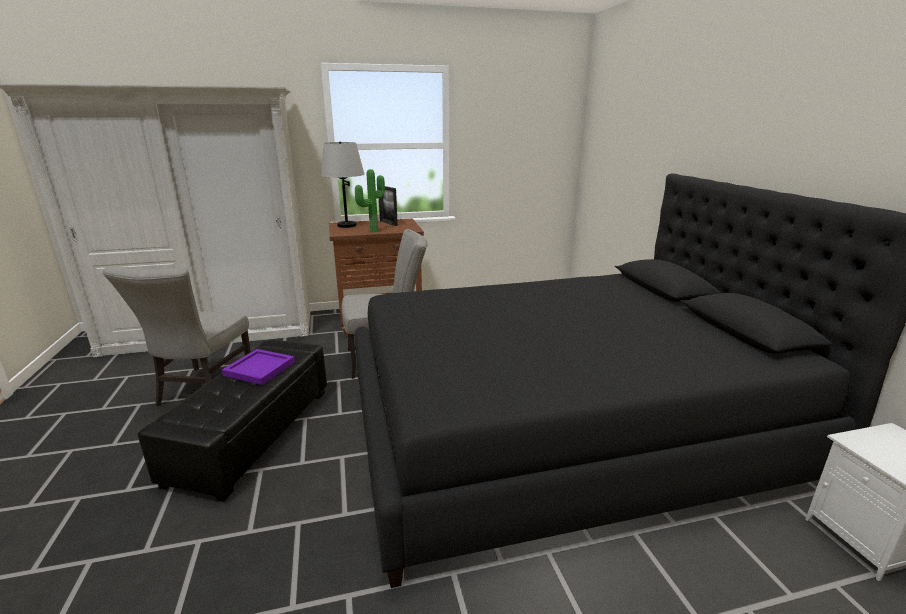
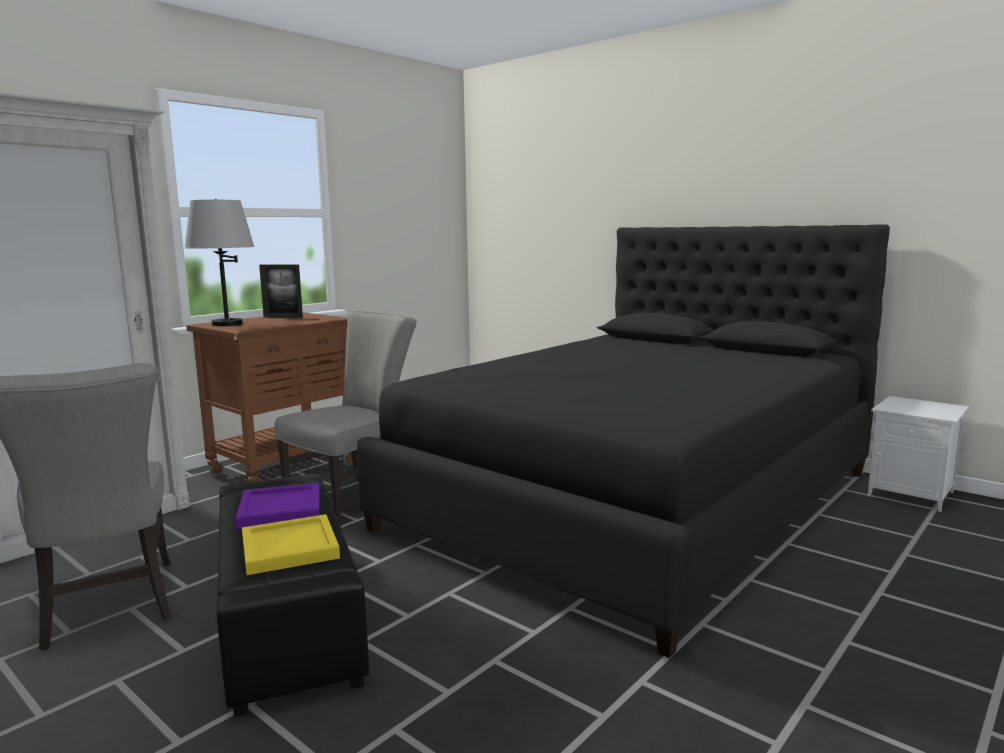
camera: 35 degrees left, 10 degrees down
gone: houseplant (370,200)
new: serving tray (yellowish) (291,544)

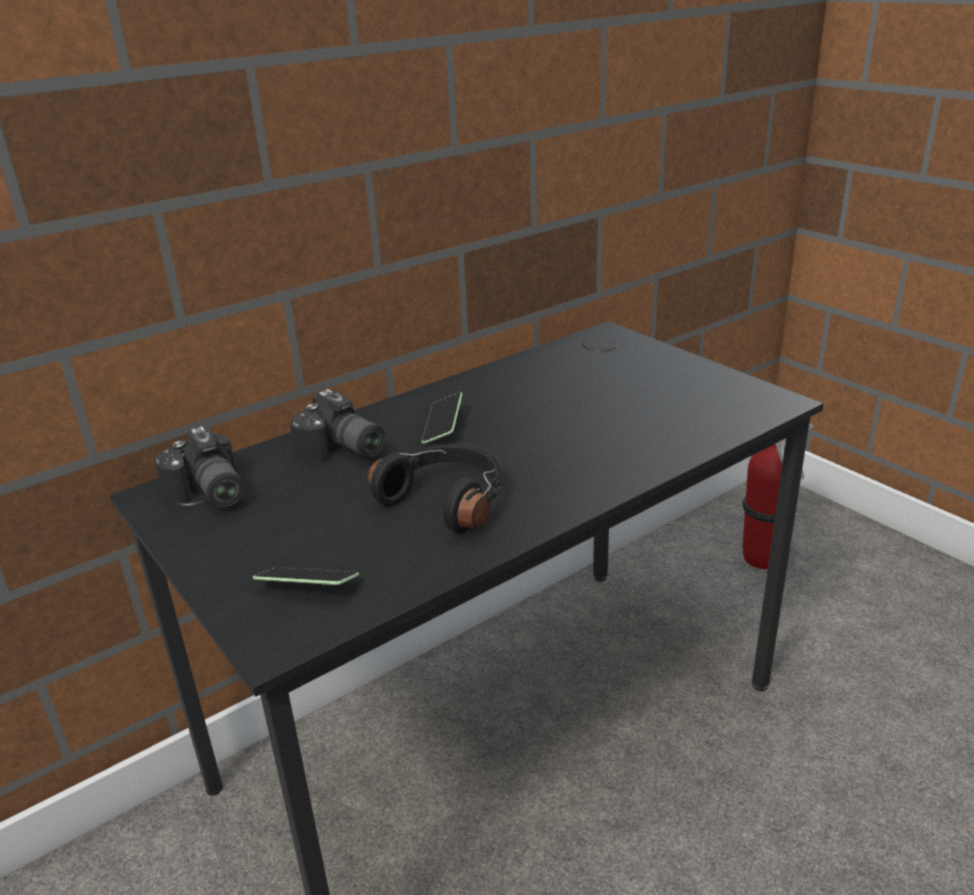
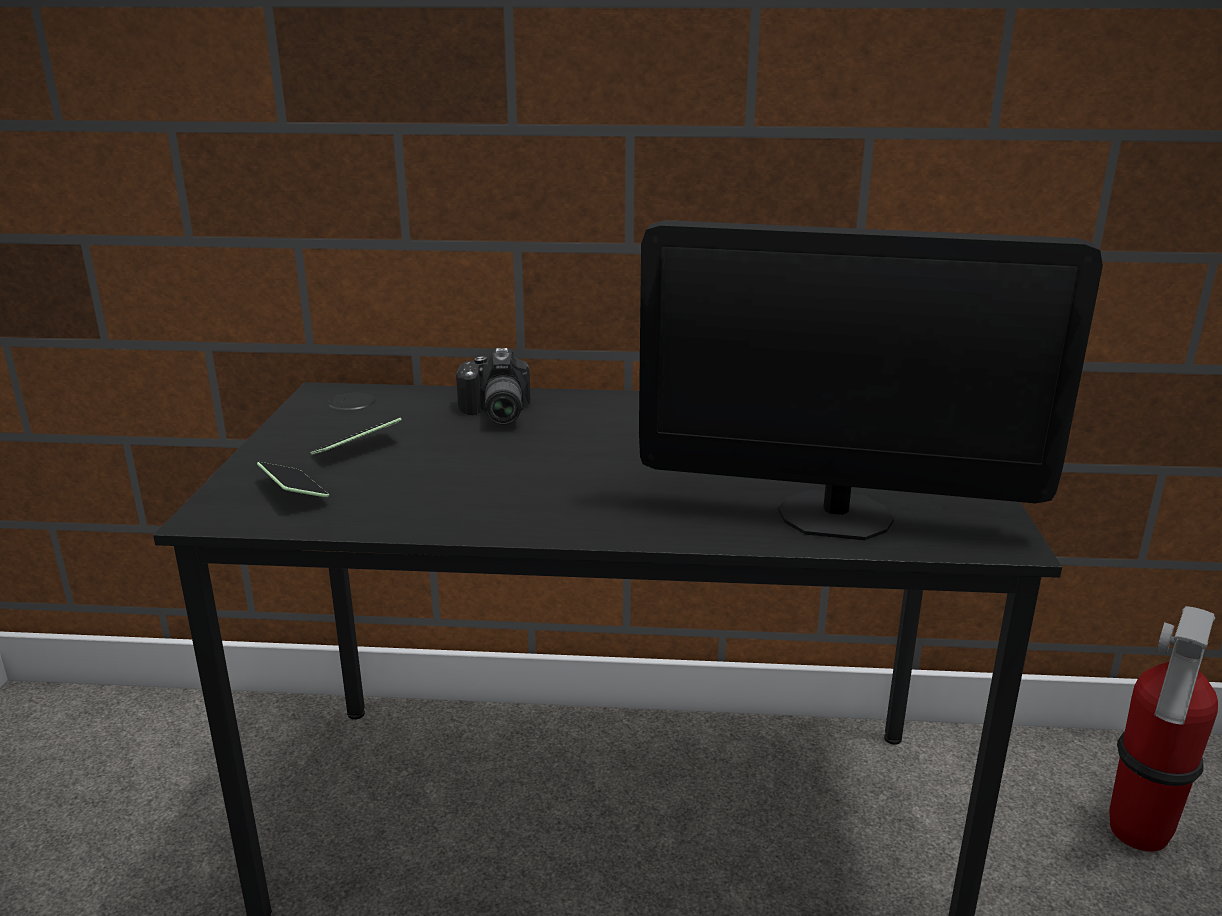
camera: 40 degrees right, 5 degrees down
gone: still camera (199,466); pair of headphones (blackish) (435,489)
new: computer display (871,380)
shifted: telephone (441,418) to (356,436)

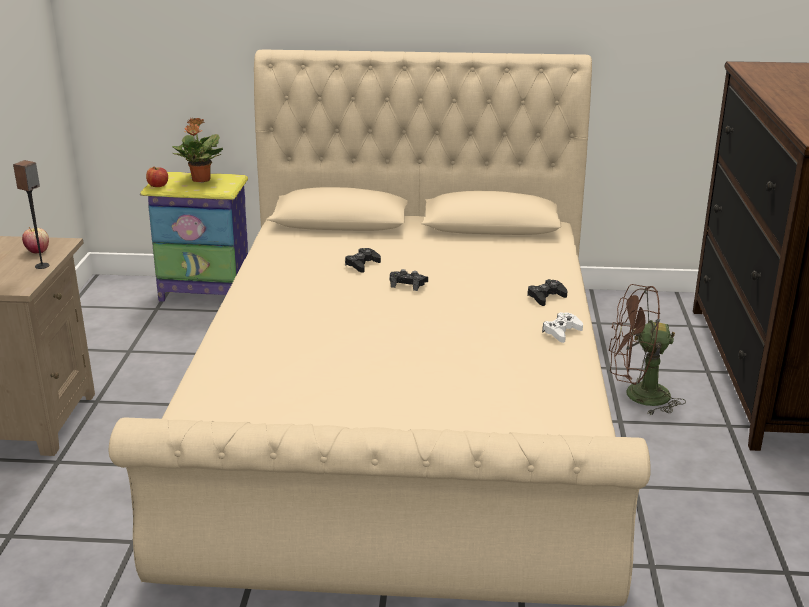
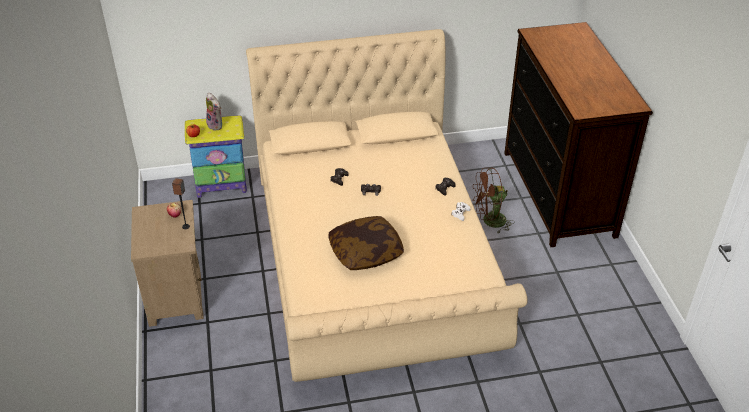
camera: 15 degrees left, 15 degrees up
new: throw pillow (366,243)
swapped: houseplant (197,150) to cuddly toy (214,112)

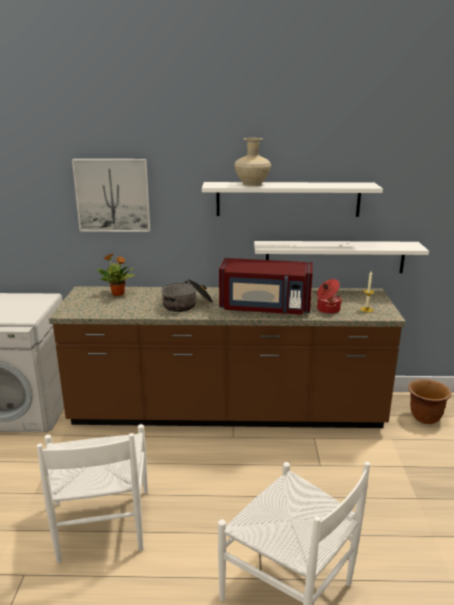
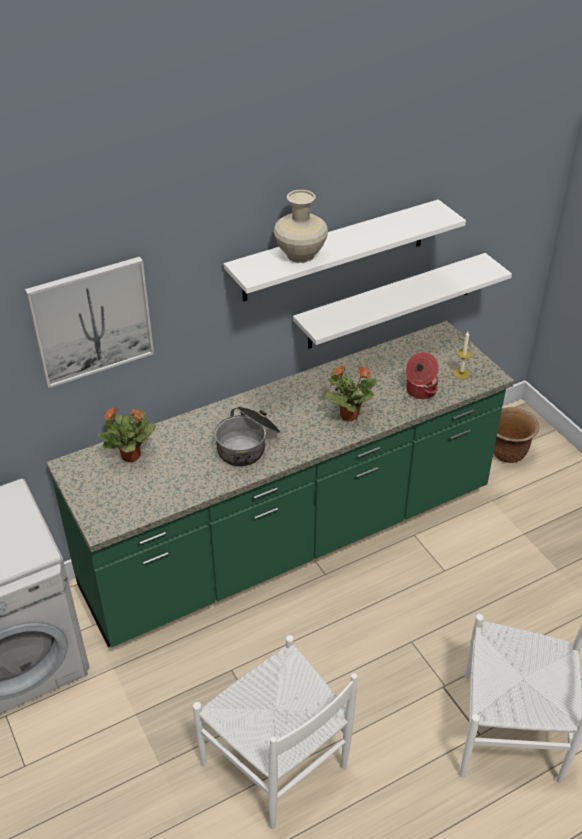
camera: 30 degrees left, 20 degrees up
swapped: microwave oven (reddish) (266,286) to houseplant (350,393)
repainted: kitchen base unit (brown-coloured) (227,357) to kitchen base unit (green-coloured) (280,484)

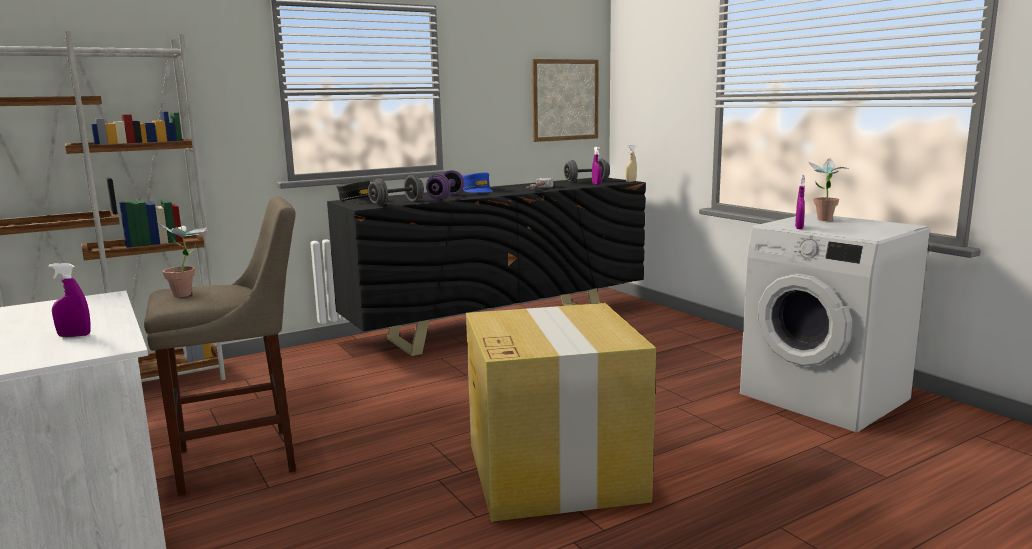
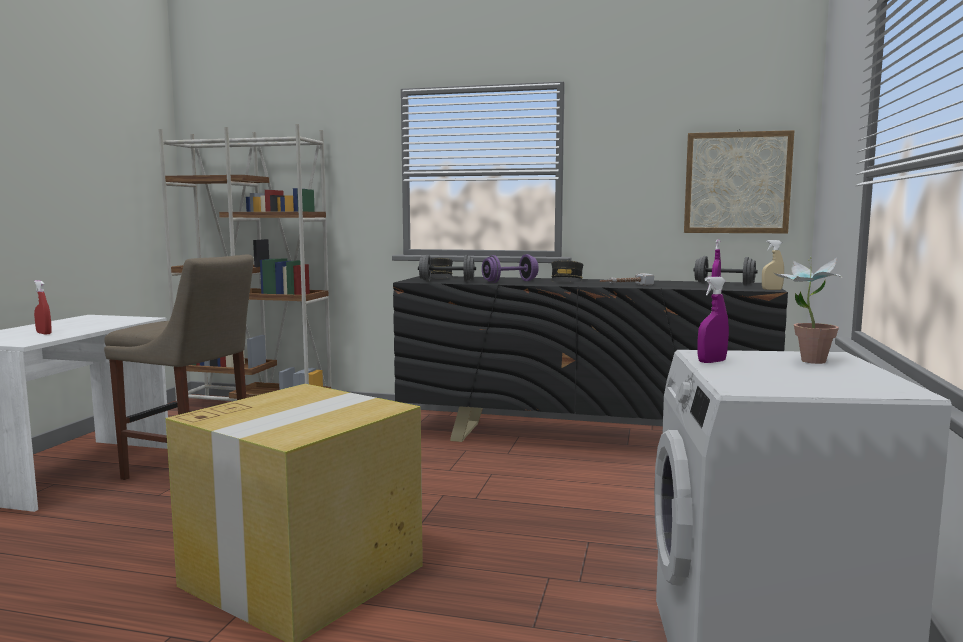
camera: 45 degrees right, 5 degrees down
gone: houseplant (182,258)
repainted: hand sprayer (purple) (69,300) to hand sprayer (reddish) (43,307); cap (blue) (478,183) to cap (gray) (567,271)

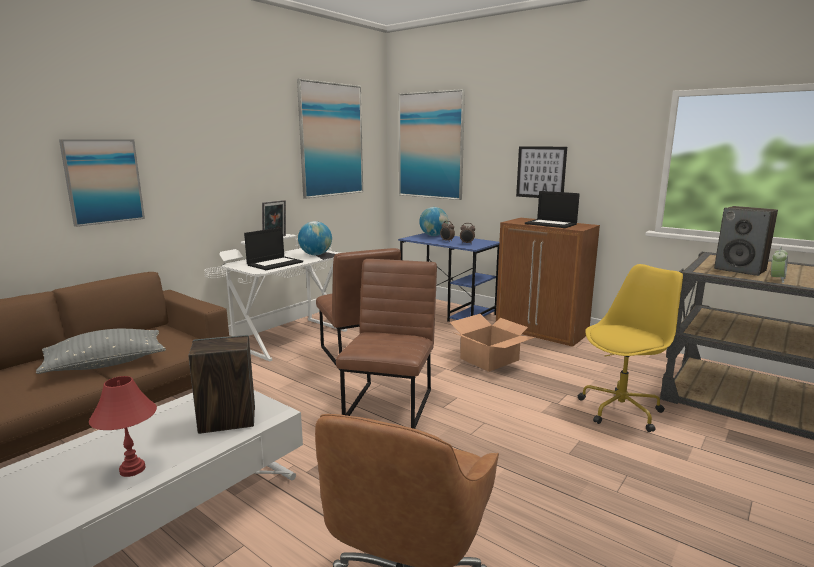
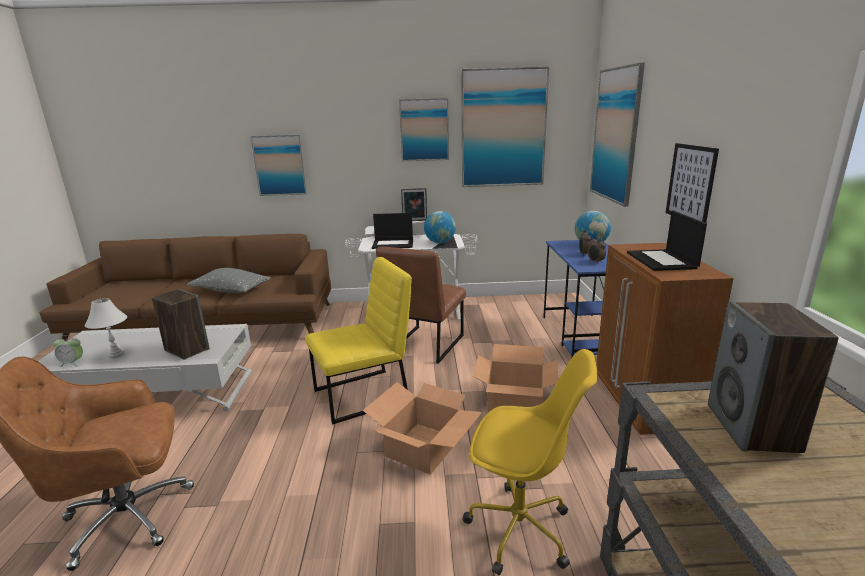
camera: 50 degrees right, 5 degrees up
new: cardboard box (422,428); wall picture (424,129)
shifted: bedside clock (779,264) to (68,351)
repainted: table lamp (reddish) (123,426) to table lamp (whitish) (106,328); chair (brown-coloured) (386,344) to chair (yellowish) (358,340)

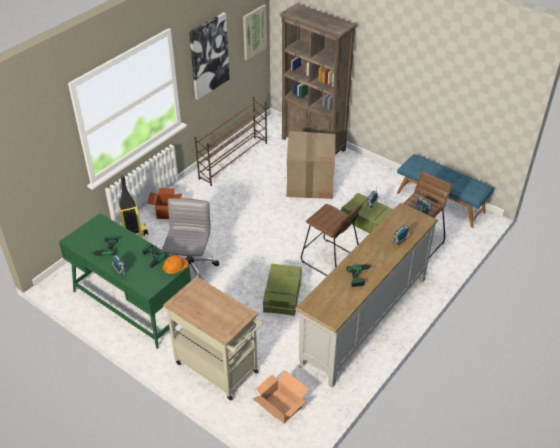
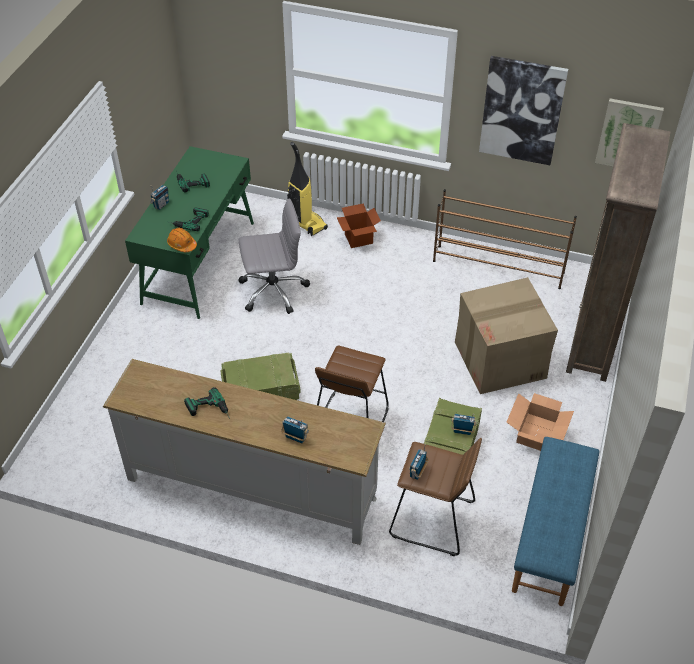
camera: 70 degrees right, 5 degrees up
gone: wheeled cart (beige) (213,338)
shifted: cardboard box (281,396) to (540,422)

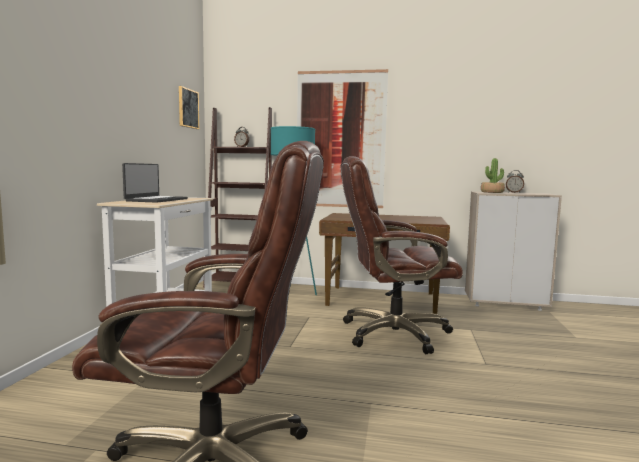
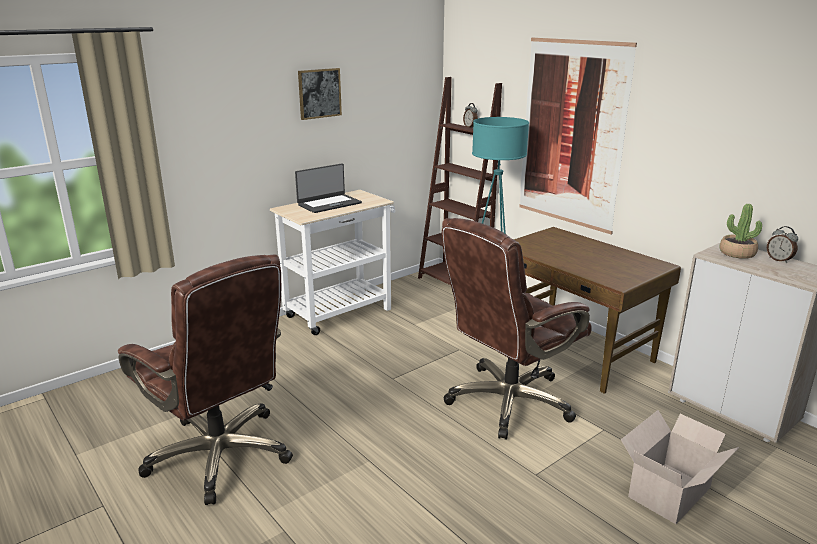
camera: 40 degrees right, 15 degrees up
new: cardboard box (680,467)
shifted: wall picture (189,107) to (320,94)
rotated: desk chair (brown-coloured) (401,255) = (517,329) 75 degrees counterclockwise

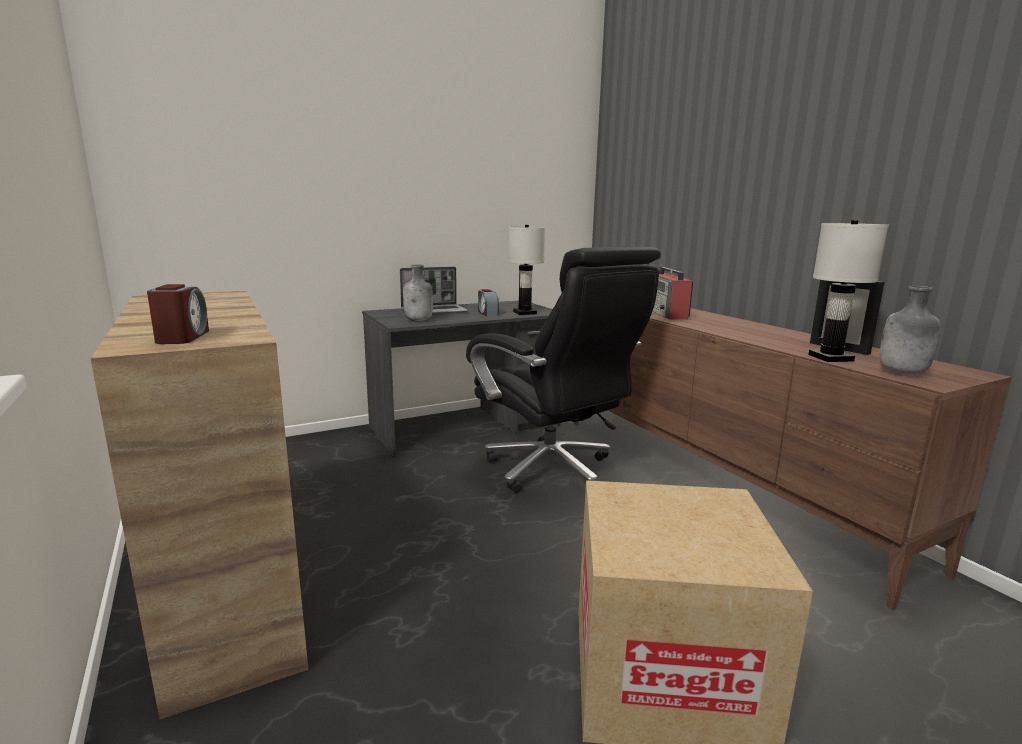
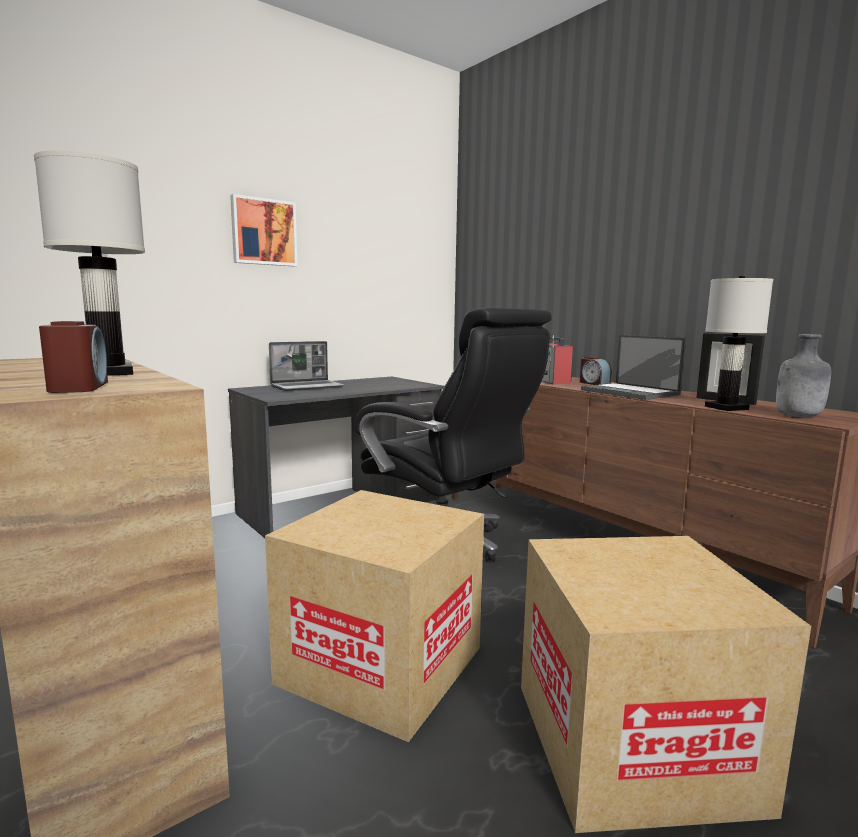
camera: 10 degrees left, 5 degrees down
gone: beverage bottle (gray) (418,293)
new: wall picture (263,230); cardboard box (374,616); portable computer (633,367)
shifted: bedside clock (488,302) to (595,371); table lamp (whitish) (526,270) to (89,263)

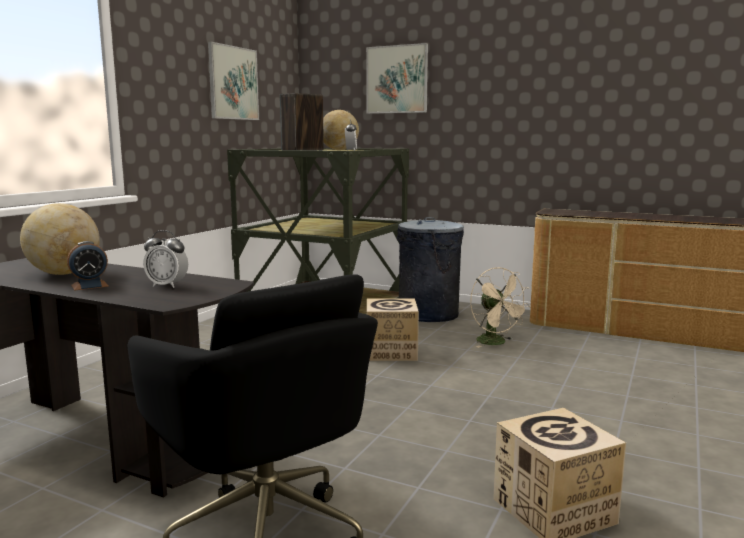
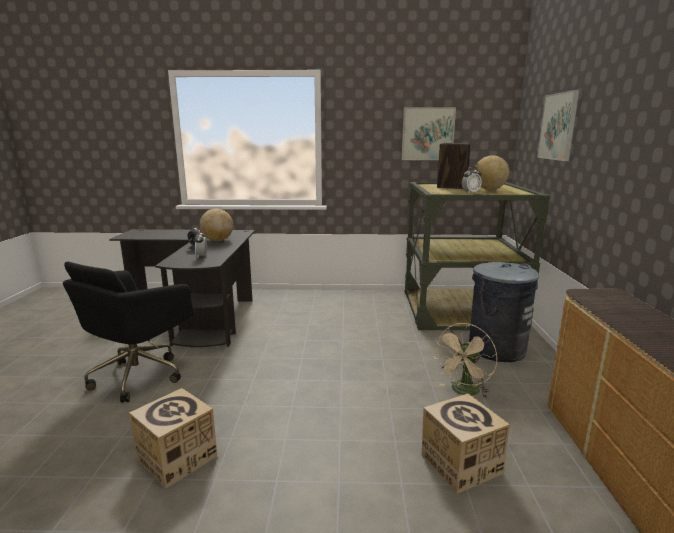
camera: 65 degrees right, 5 degrees up
shifted: cardboard box (393,329) to (466,444)

